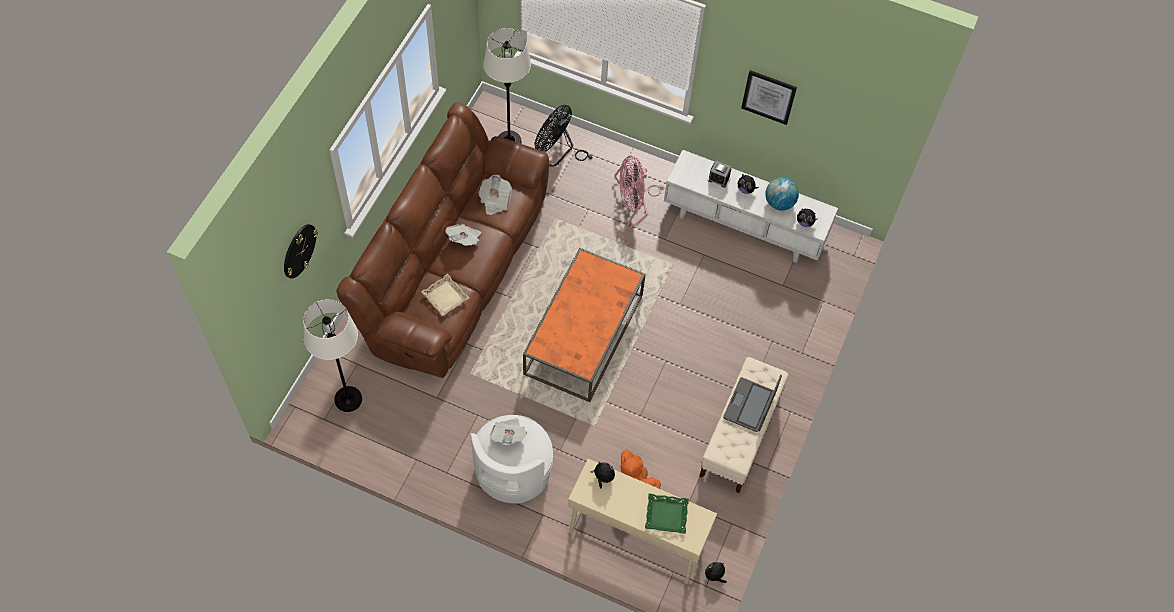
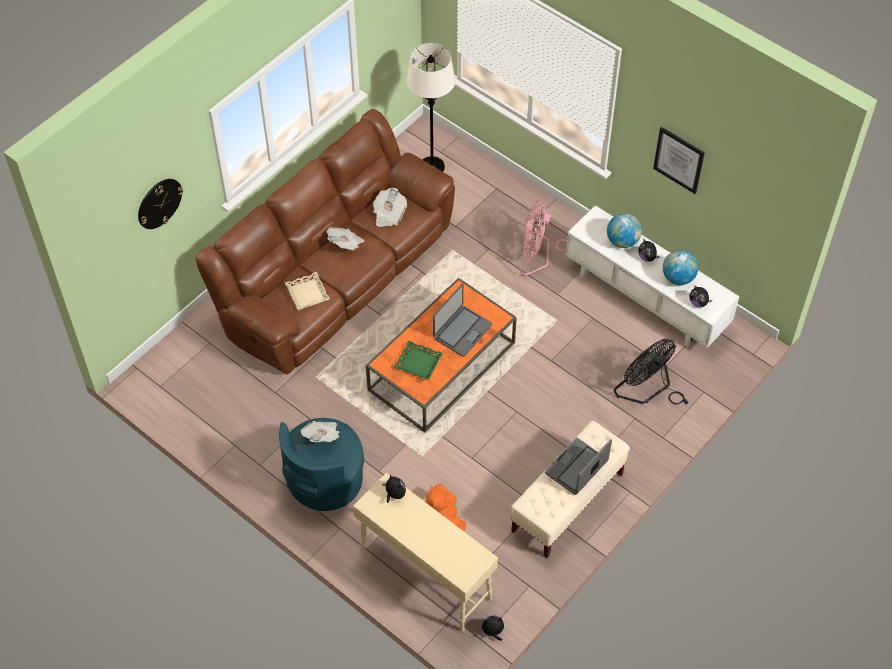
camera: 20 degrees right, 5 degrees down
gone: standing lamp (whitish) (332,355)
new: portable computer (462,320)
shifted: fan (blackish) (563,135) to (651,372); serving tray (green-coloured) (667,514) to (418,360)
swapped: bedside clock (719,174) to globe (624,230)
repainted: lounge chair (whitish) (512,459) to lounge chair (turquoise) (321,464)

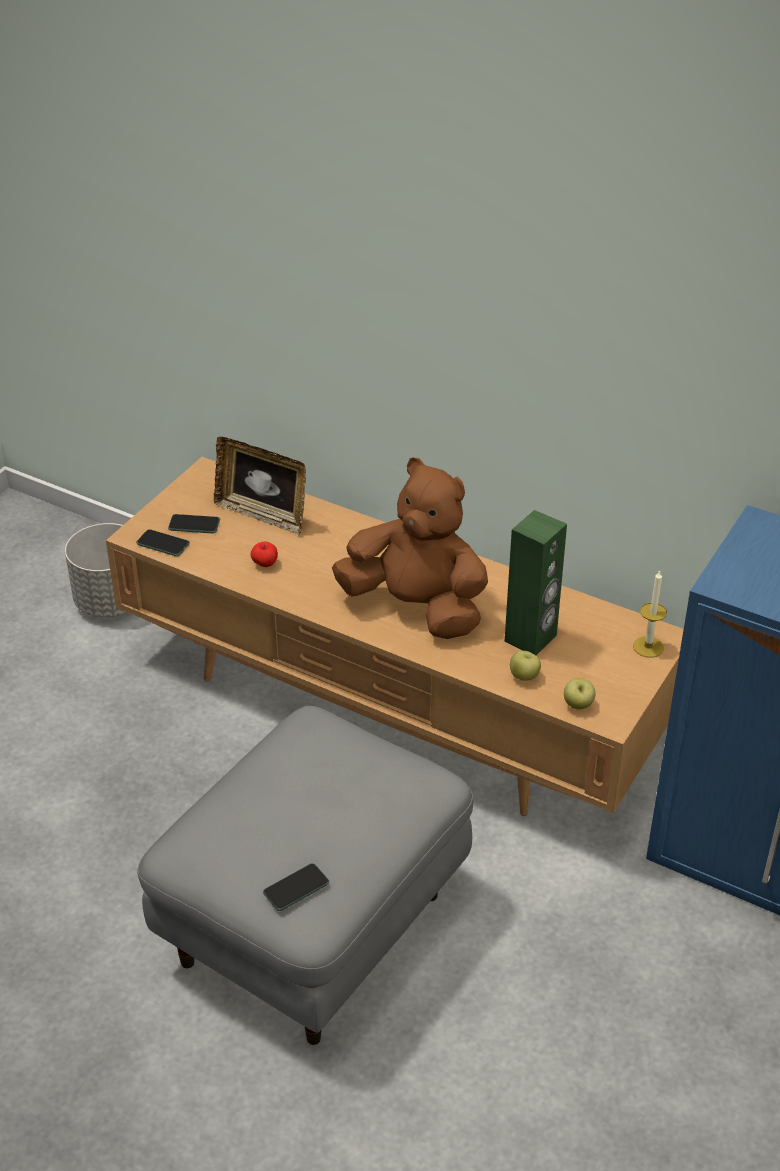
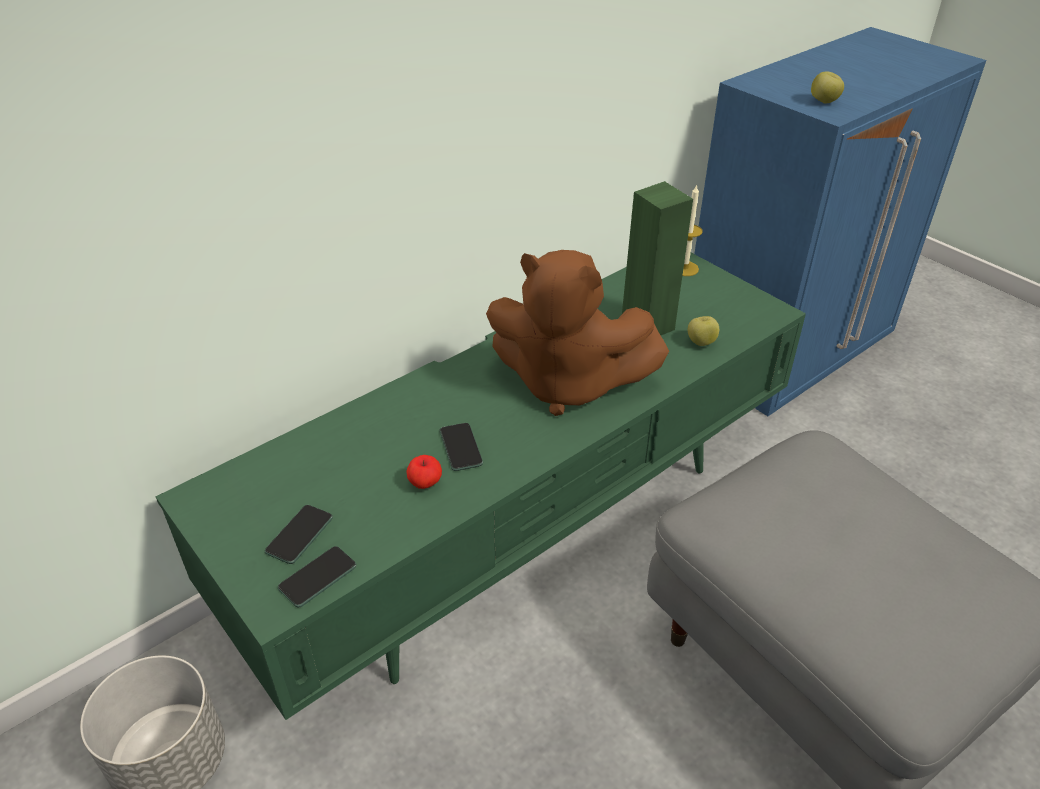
camera: 70 degrees left, 0 degrees up
gone: picture frame (260,486)
shifted: telephone (296,887) to (461,447); apple (580,693) to (827,87)
repainted: tv unit (beige) (395,636) to tv unit (green-coloured) (480,486)
rotated: cuddly toy (brown-coloured) (410,548) = (577,333) 120 degrees counterclockwise

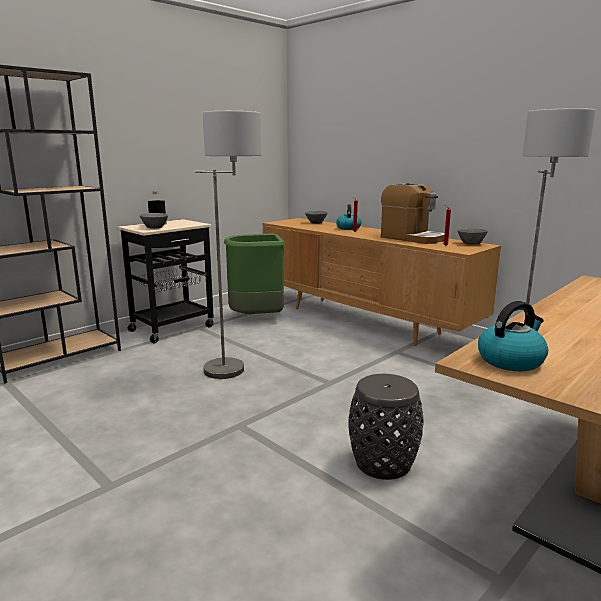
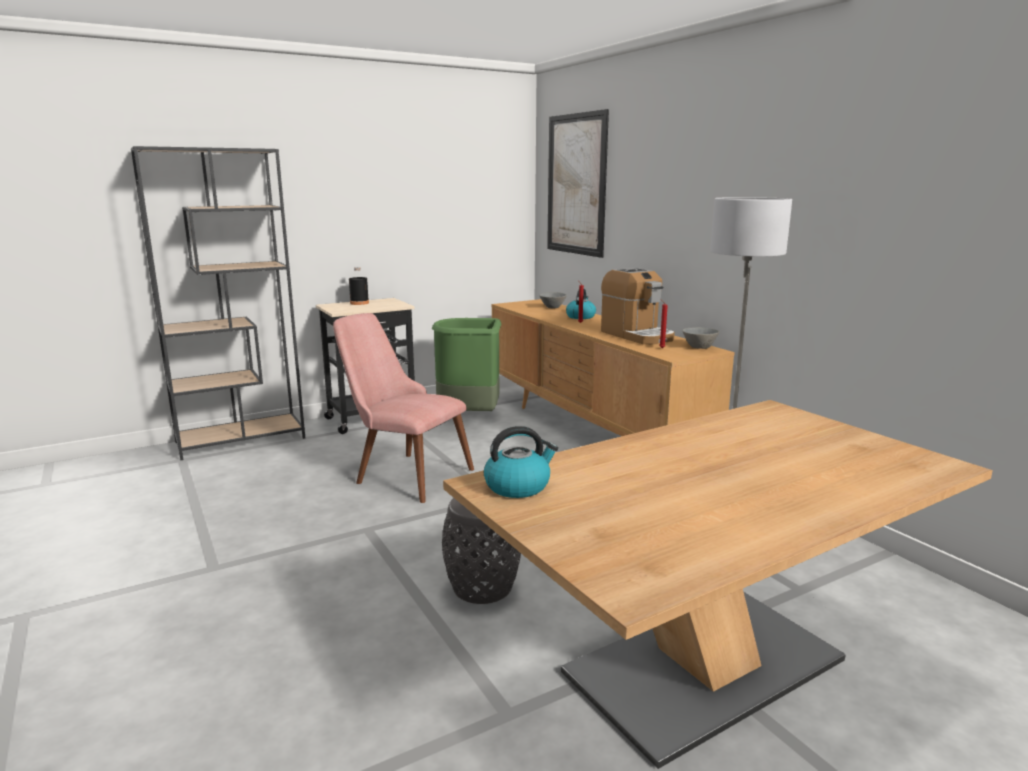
camera: 15 degrees right, 0 degrees up
gone: deep dish (gray) (153,221)
new: wall picture (578,183)
swapped: standing lamp (gray) (228,245) to chair (pinkish) (403,408)

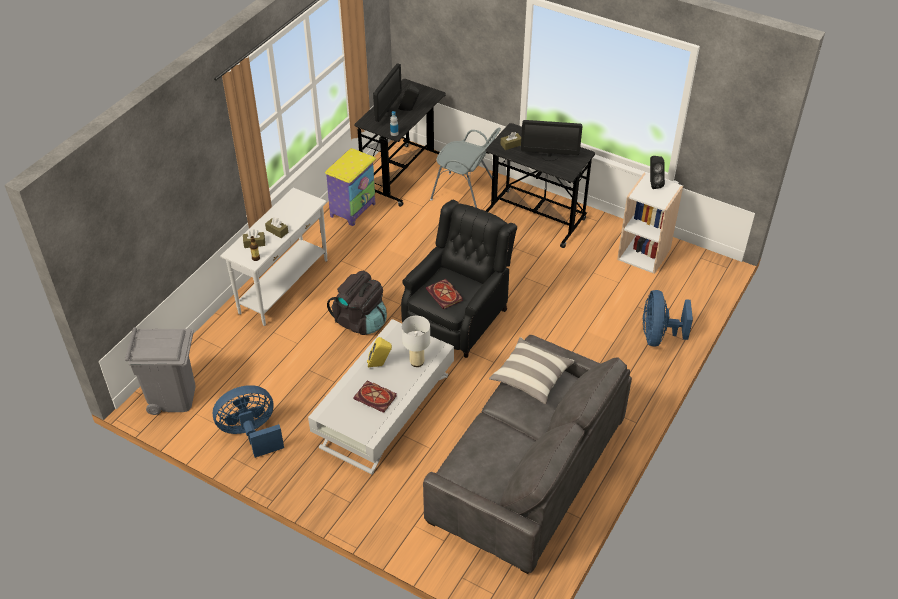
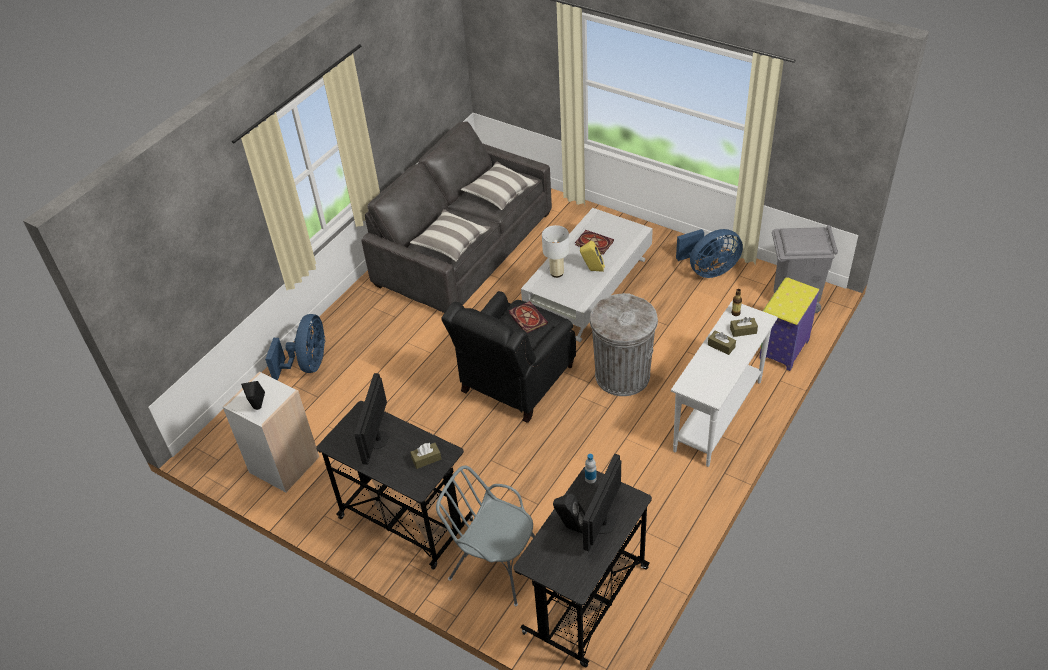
camera: 175 degrees left, 0 degrees up
new: throw pillow (499,185)
shifted: night table (351,187) to (789,324)
swapped: rucksack (blackish) (357,303) to waste bin (gray) (624,344)
rotated: computer display (551,140) = (372,419) 90 degrees counterclockwise

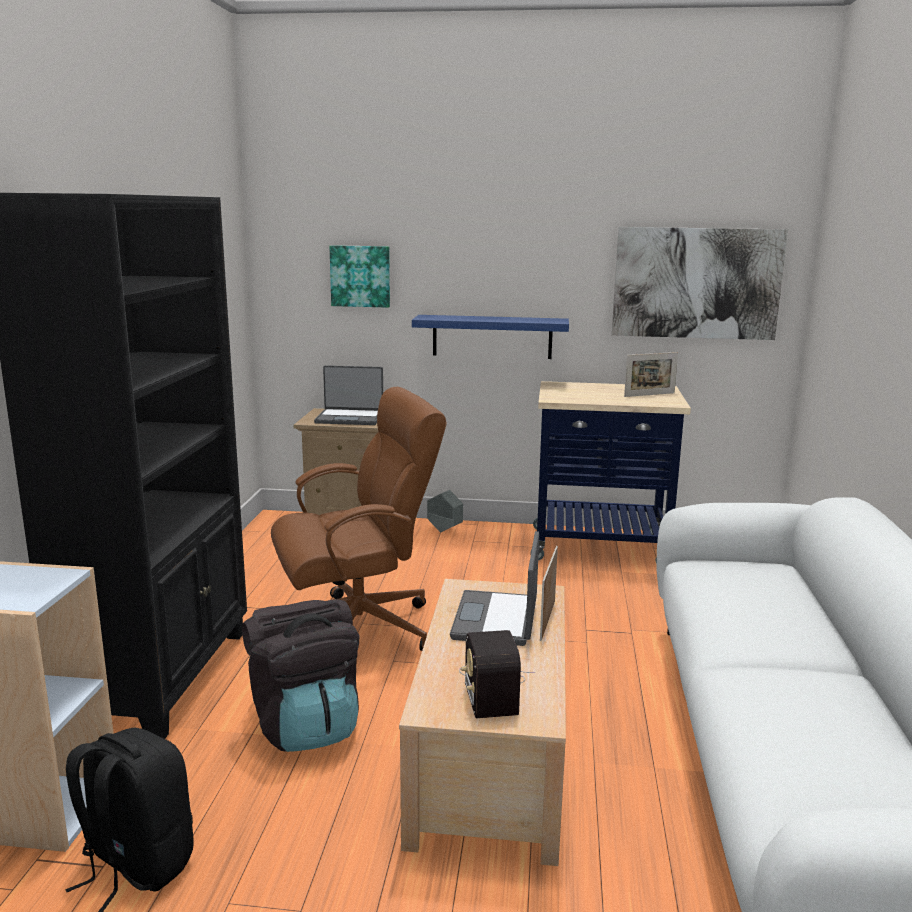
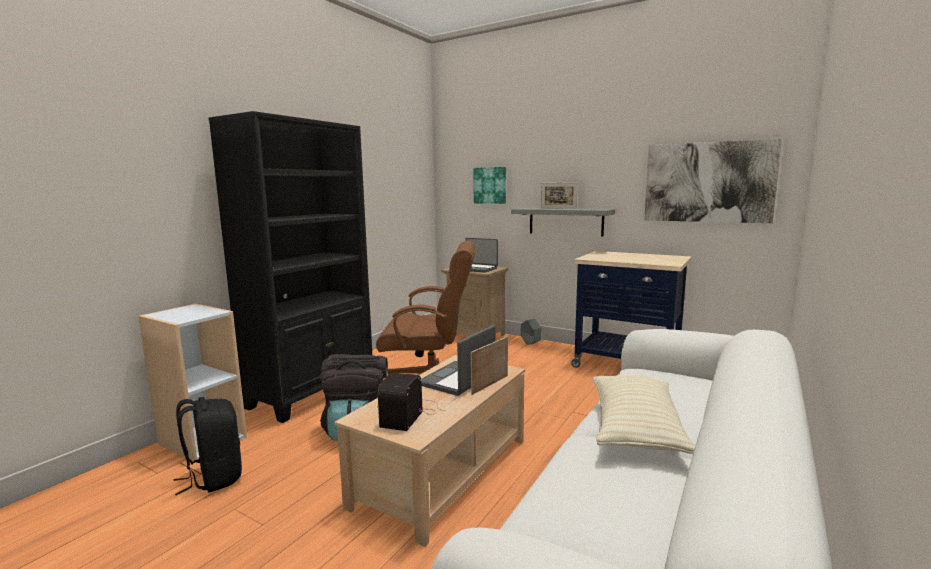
camera: 25 degrees right, 5 degrees down
new: throw pillow (beige) (644,414)
shifted: picture frame (651,374) to (559,195)
repainted: bracket shelf (blue) (490,337) to bracket shelf (gray) (563,222)

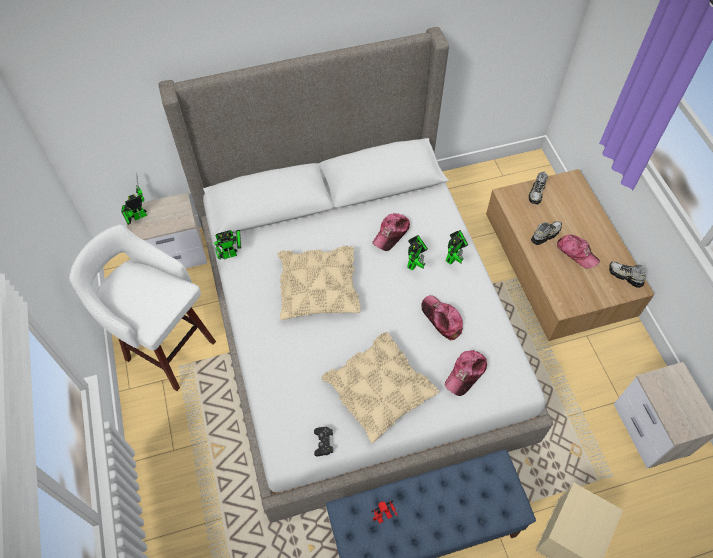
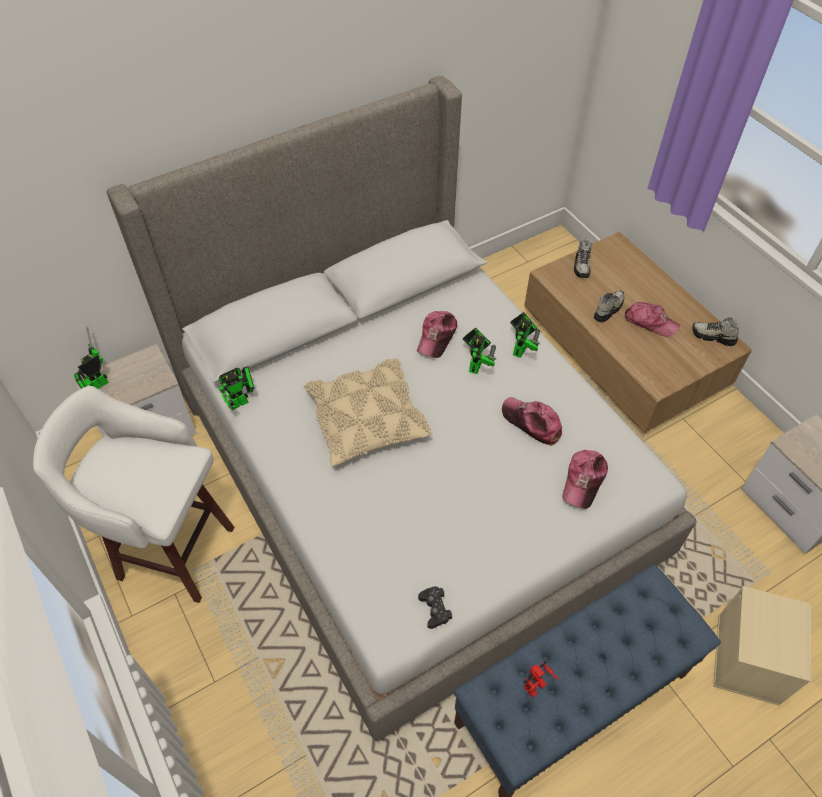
camera: 15 degrees left, 5 degrees down
gone: throw pillow (beige) (380,387)

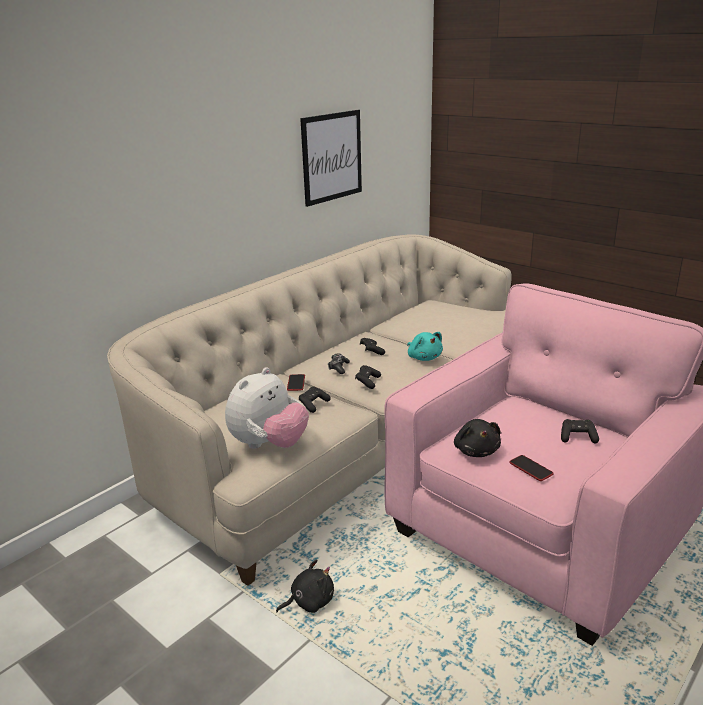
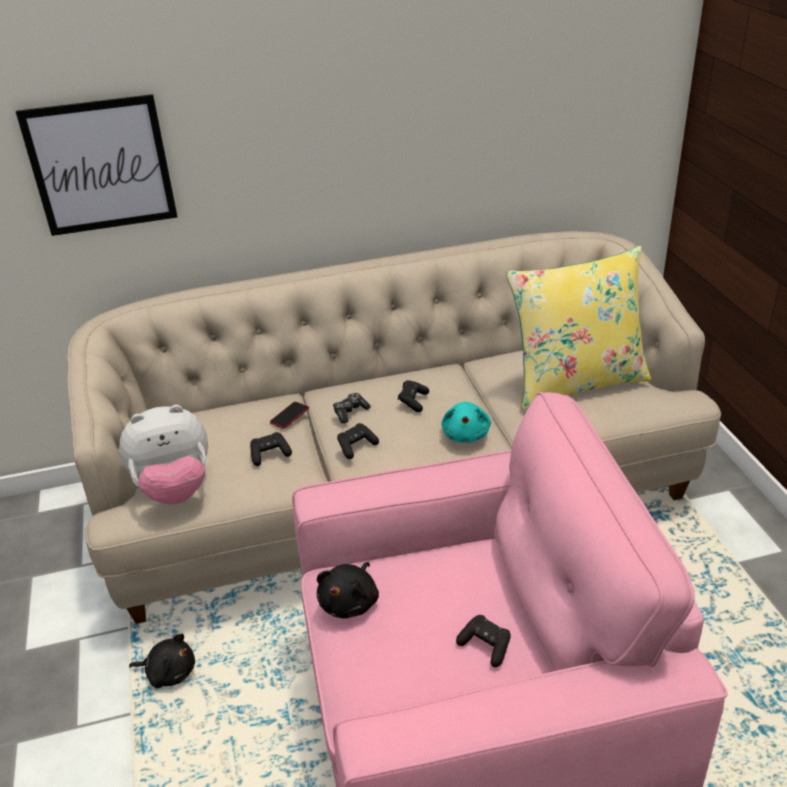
camera: 35 degrees right, 10 degrees up
gone: telephone (531,468)
new: throw pillow (yellowish) (578,328)
shifted: wall picture (331,158) to (96,165)

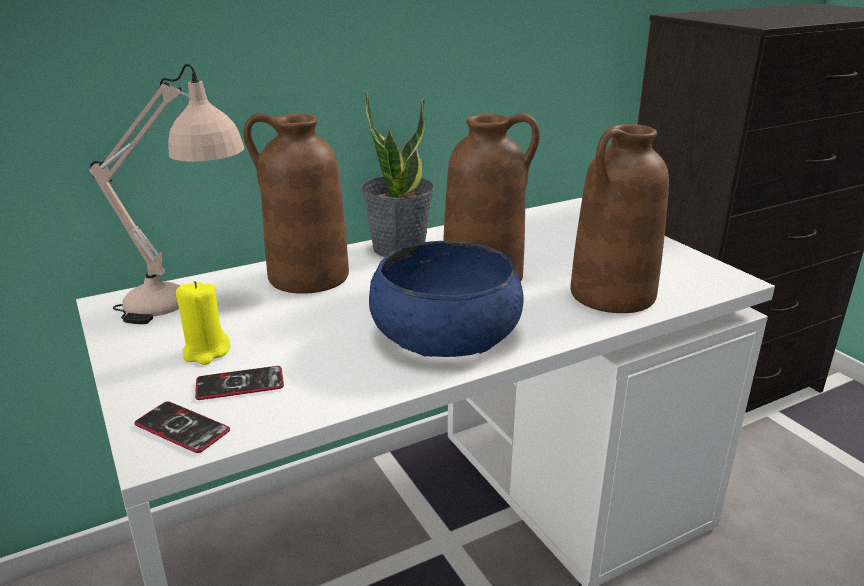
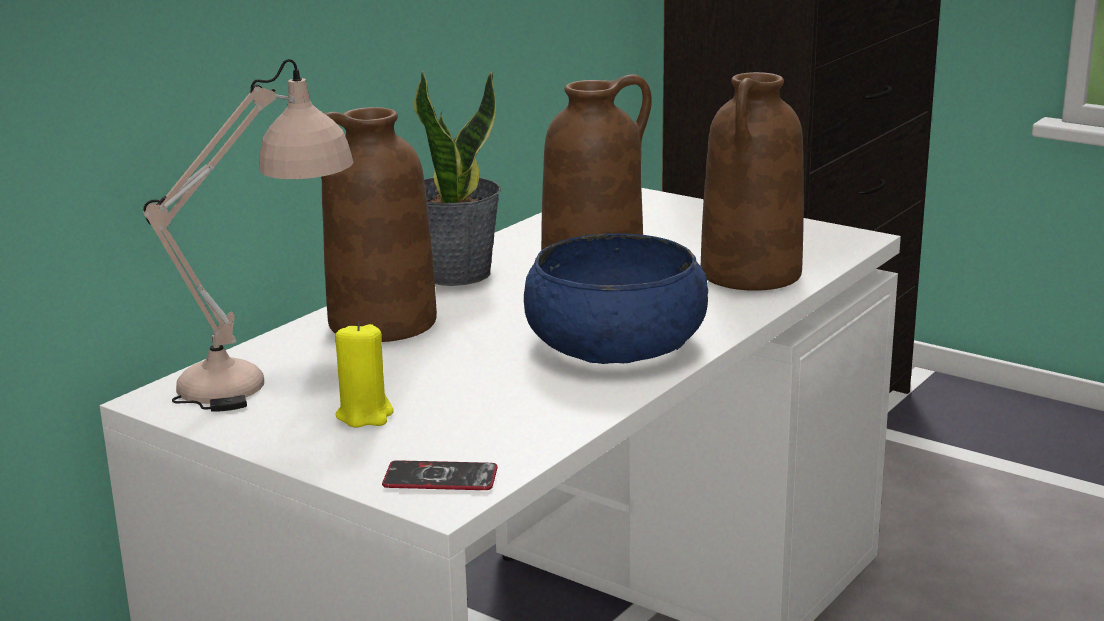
camera: 25 degrees left, 5 degrees down
gone: telephone (239,383)

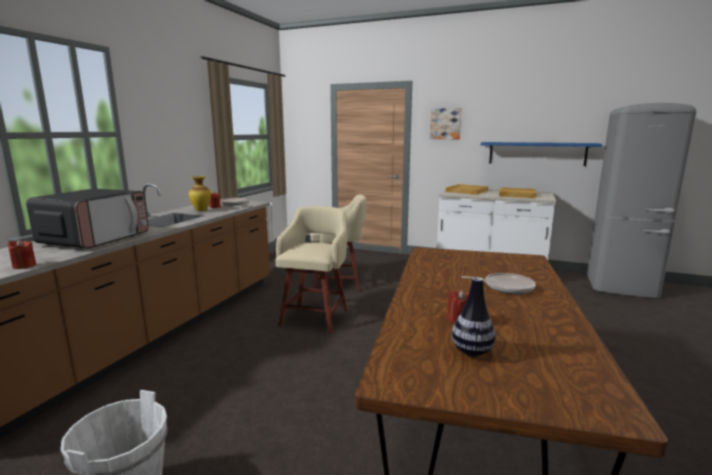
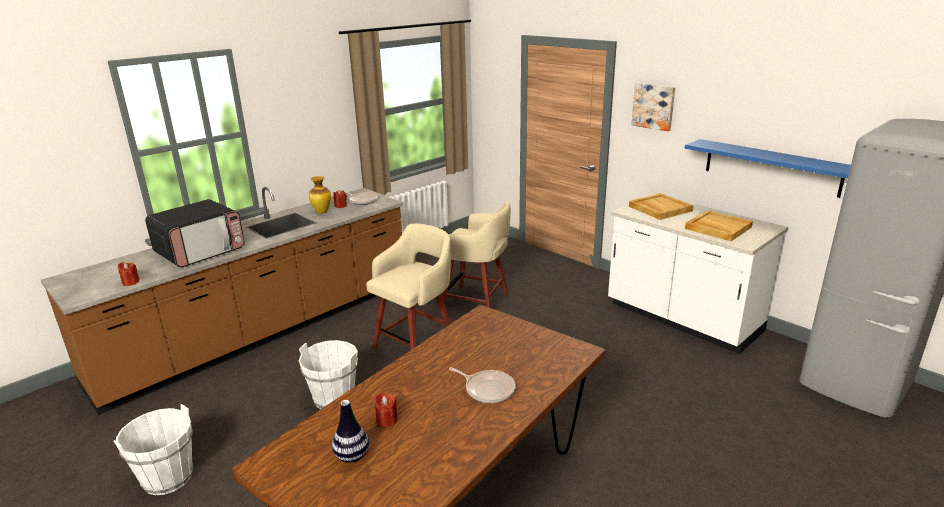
camera: 25 degrees right, 10 degrees up
new: water bucket (whitish) (328,374)

